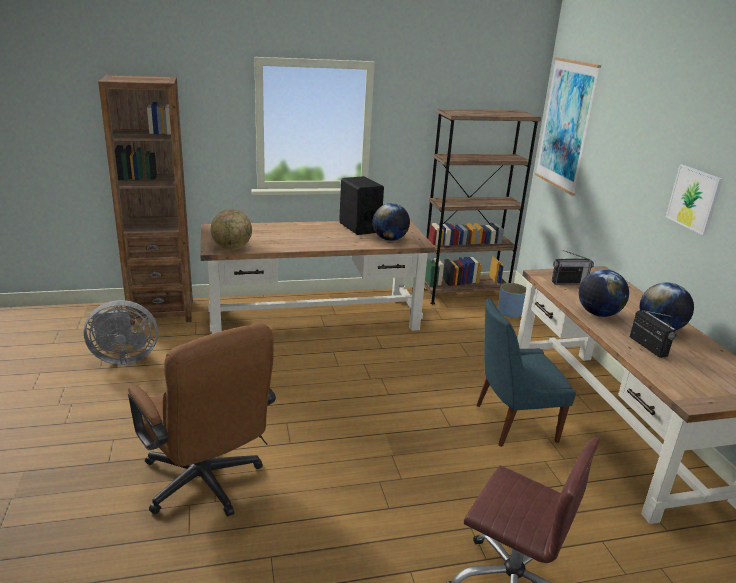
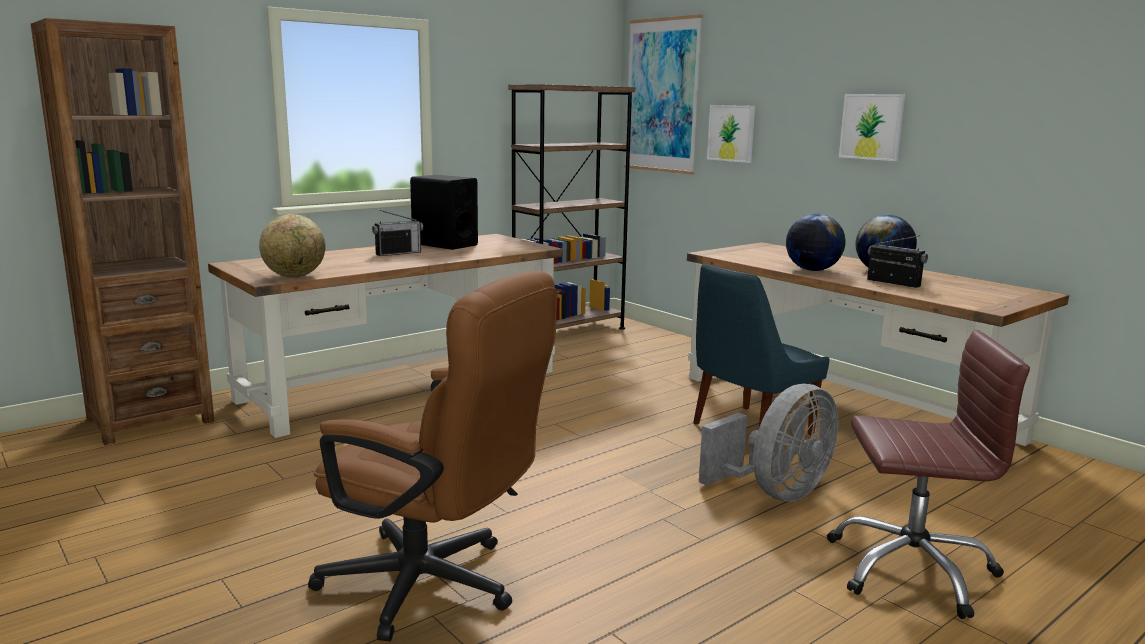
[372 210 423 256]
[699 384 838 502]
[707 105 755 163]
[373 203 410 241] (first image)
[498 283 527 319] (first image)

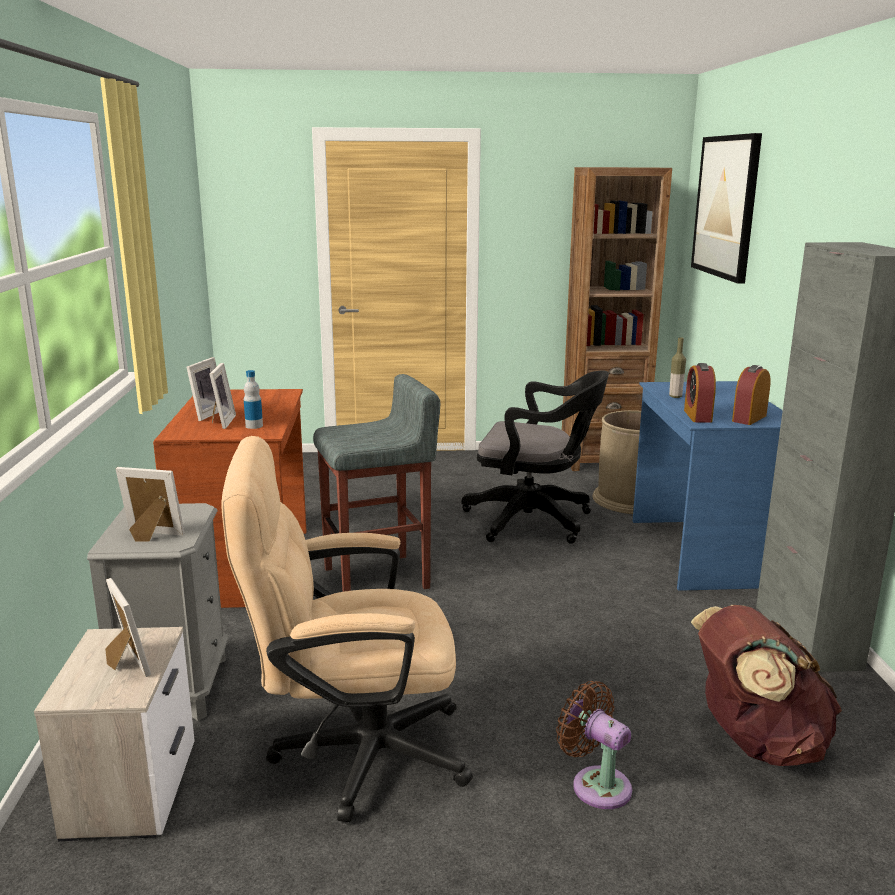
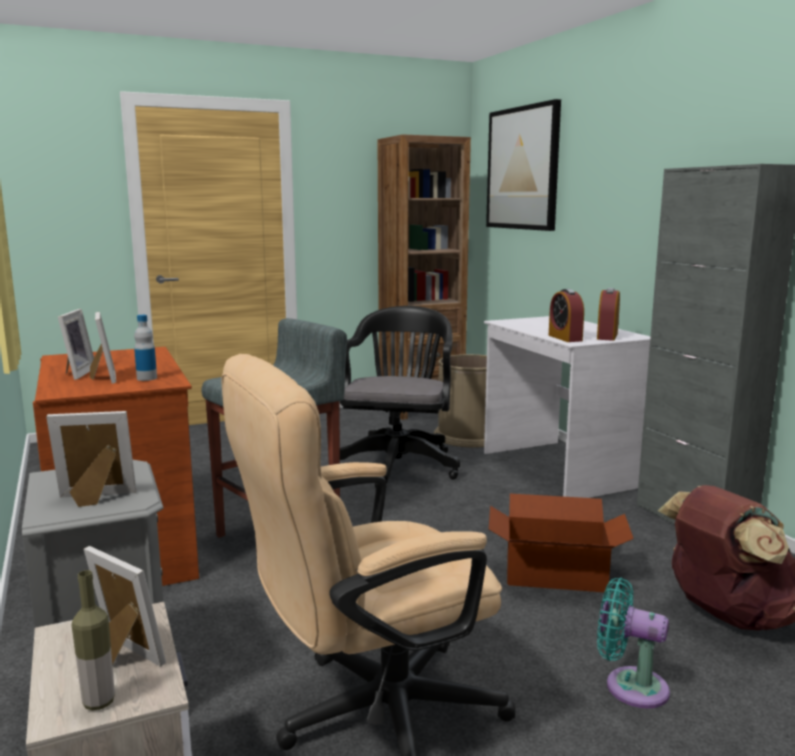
[72 570 115 710]
[340 306 460 488]
[484 316 651 498]
[489 494 634 593]
[597 578 670 709]

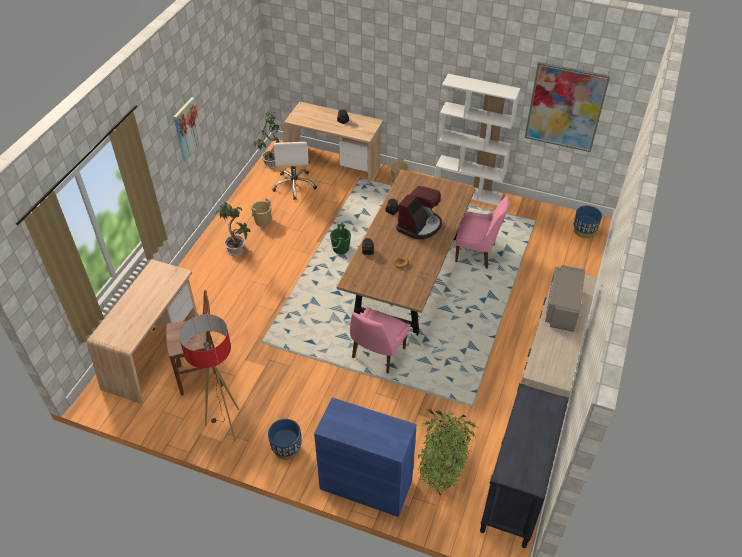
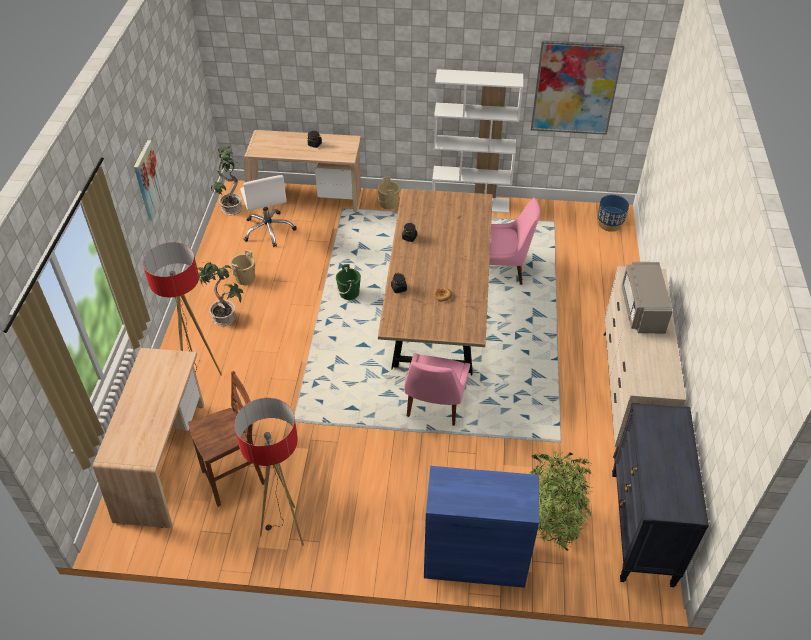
[143 242 222 376]
[268 419 301 460] (first image)
[396 186 442 239] (first image)

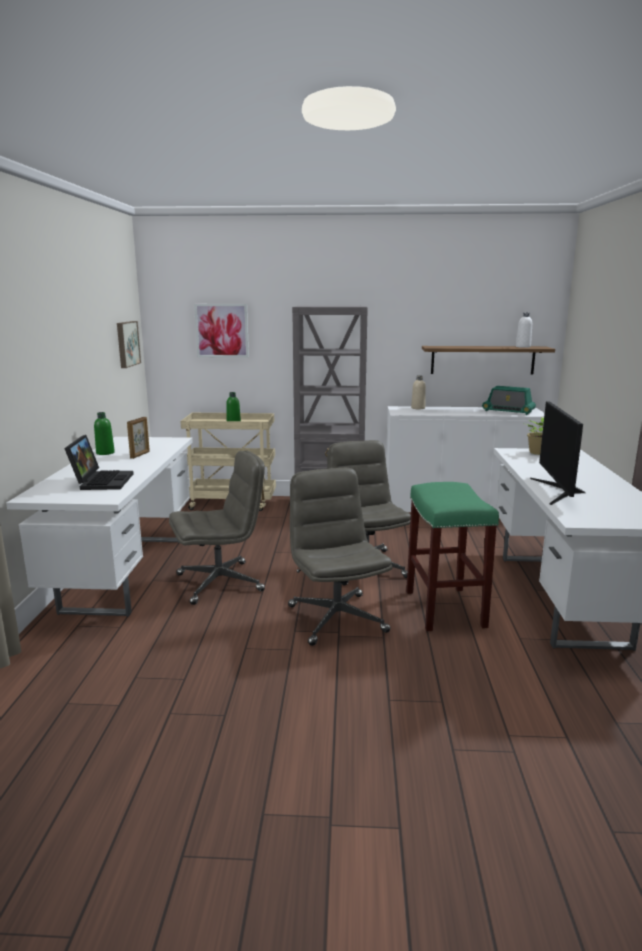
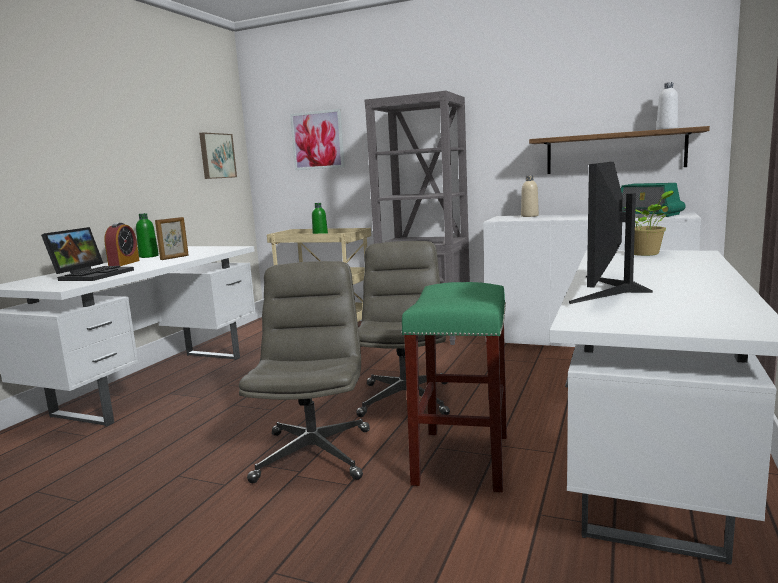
[104 223 140 266]
[169 451 265 605] (first image)

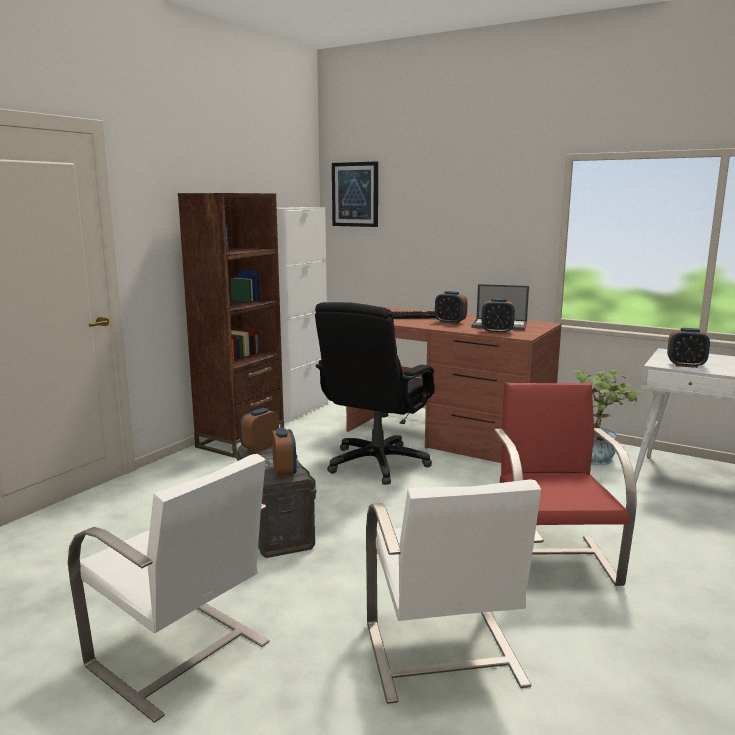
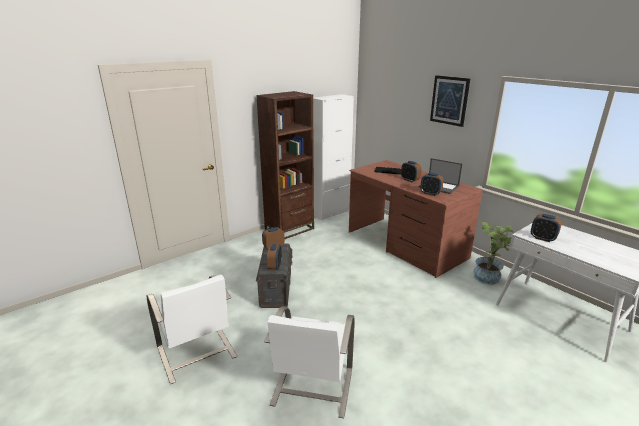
[430 75 470 127]
[315 302 435 485] (first image)
[494 383 637 586] (first image)

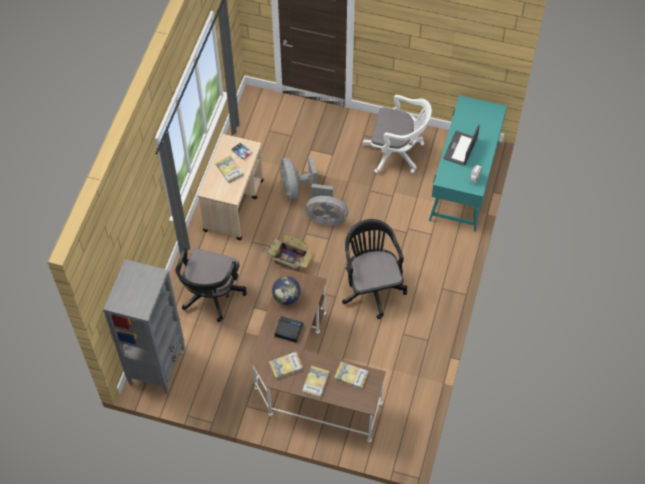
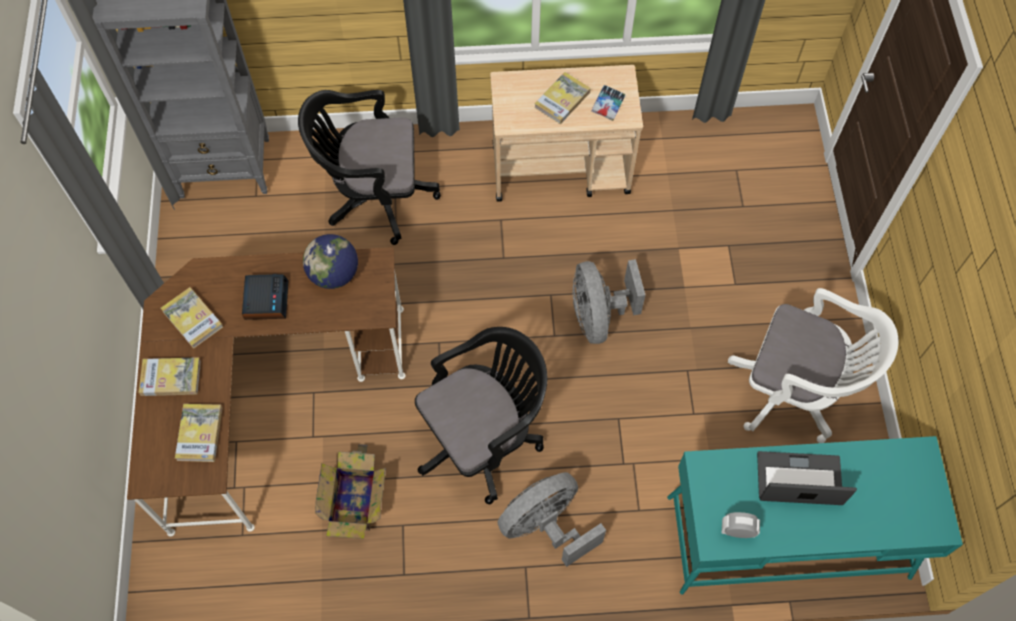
[315 444 386 539]
[497 472 606 567]
[728 288 899 443]

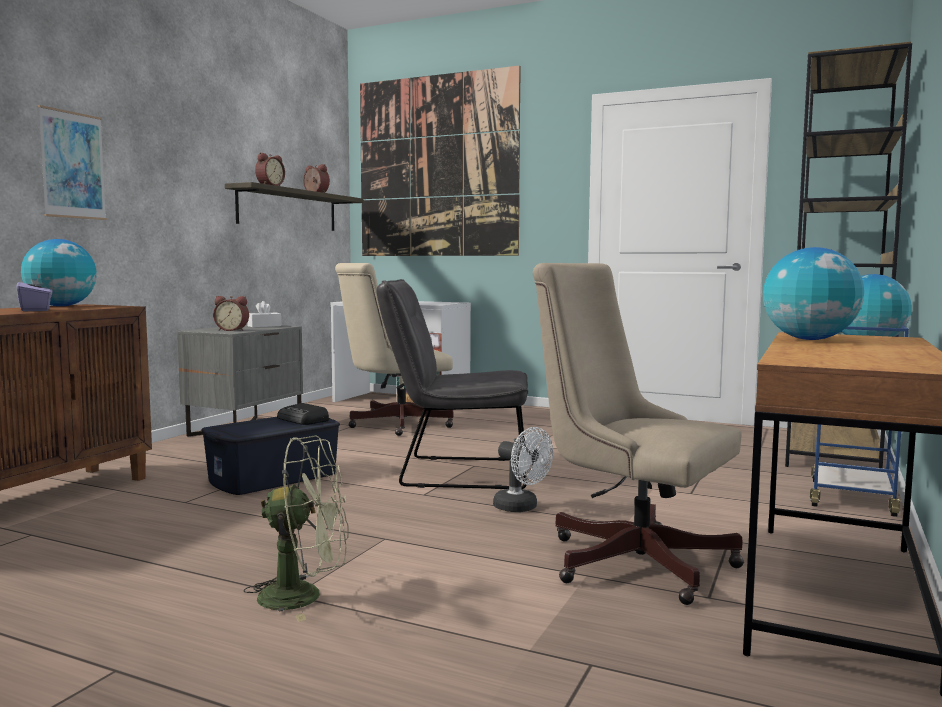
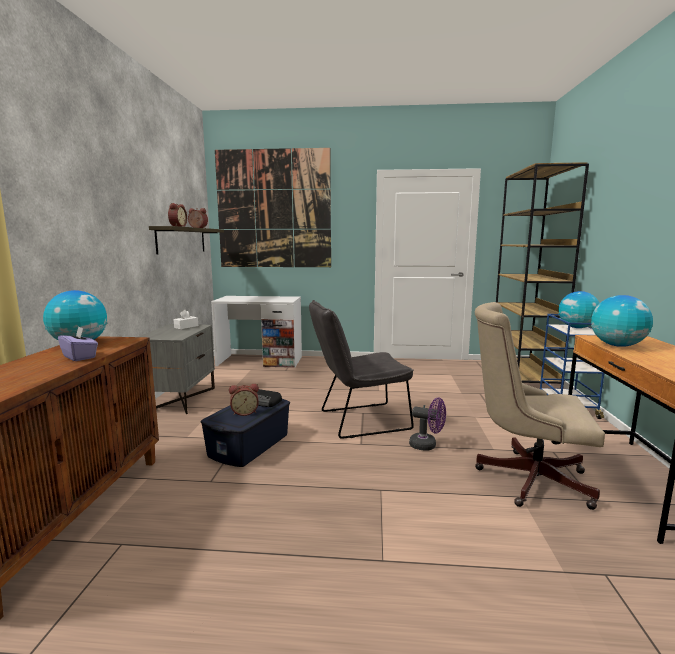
[229 384 259 416]
[409 398 446 451]
[38 105 107 220] (first image)
[243 435 349 622] (first image)
[335 263 454 436] (first image)

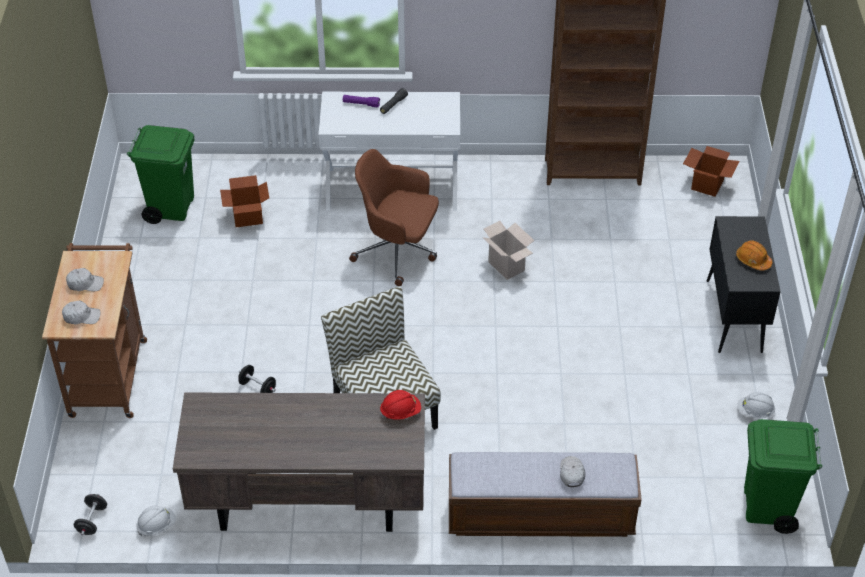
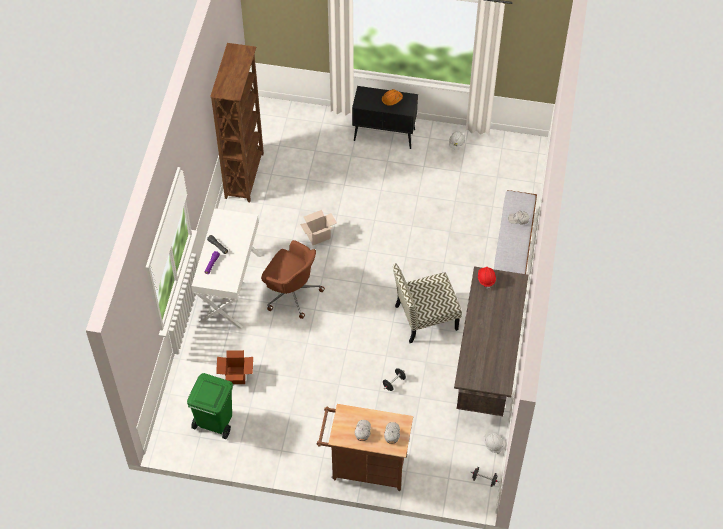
[261 240 325 319]
[683 146 740 197] (first image)
[744 419 822 534] (first image)

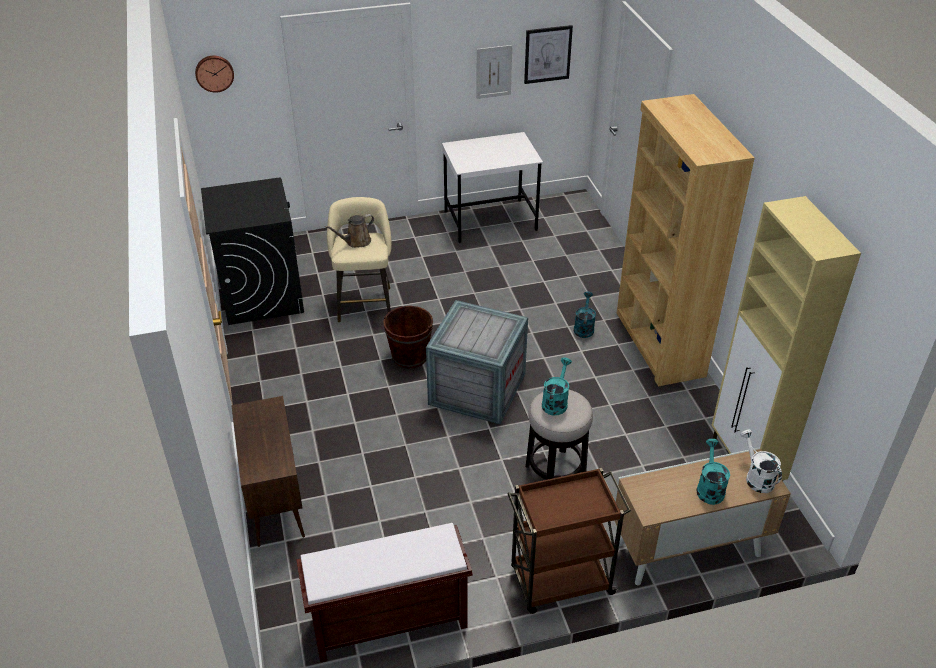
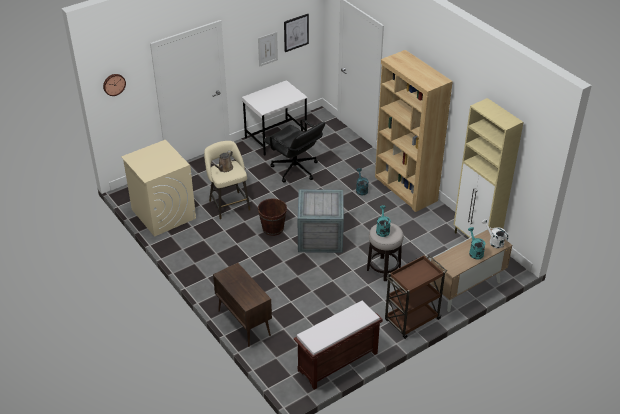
[121 140 196 237]
[264 119 325 183]

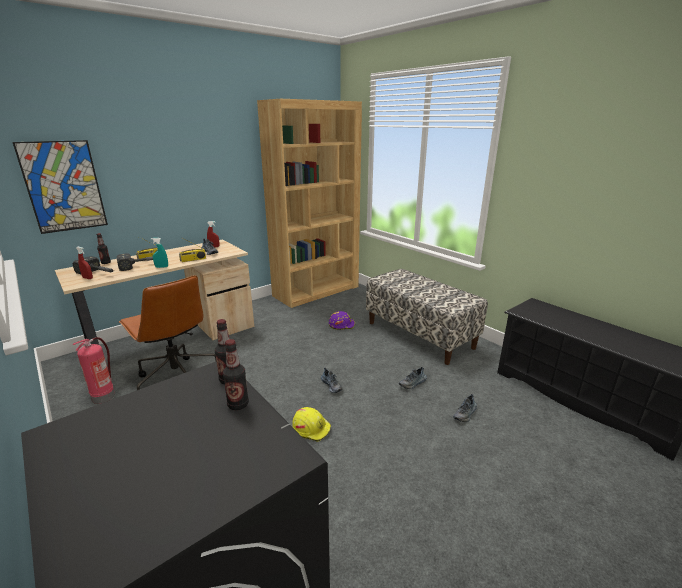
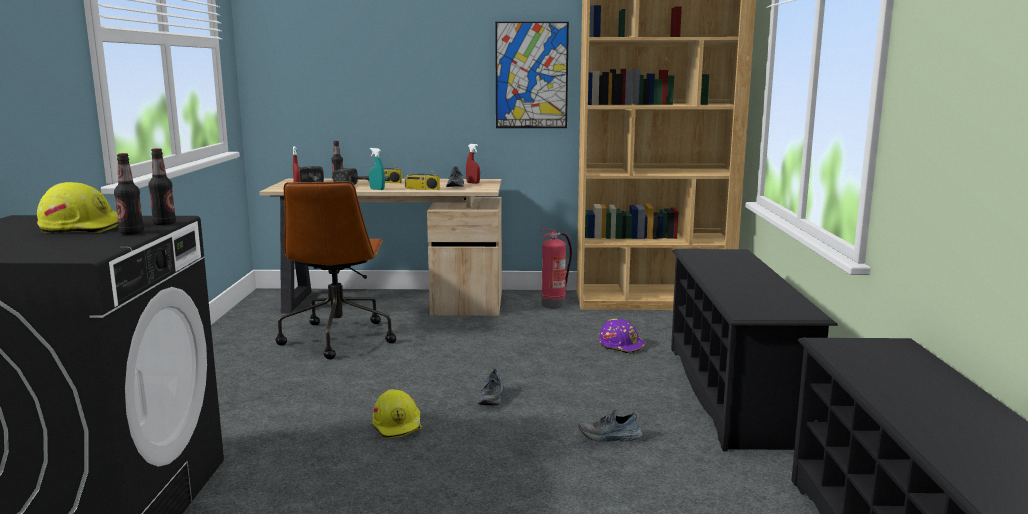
[37 182 118 233]
[495 22 569 128]
[541 229 572 308]
[671 249 838 451]
[453 394 477 422] (first image)

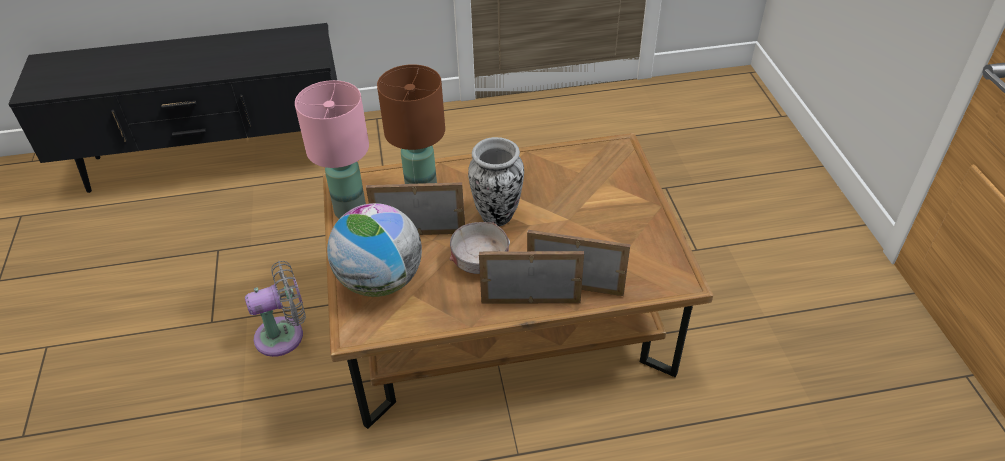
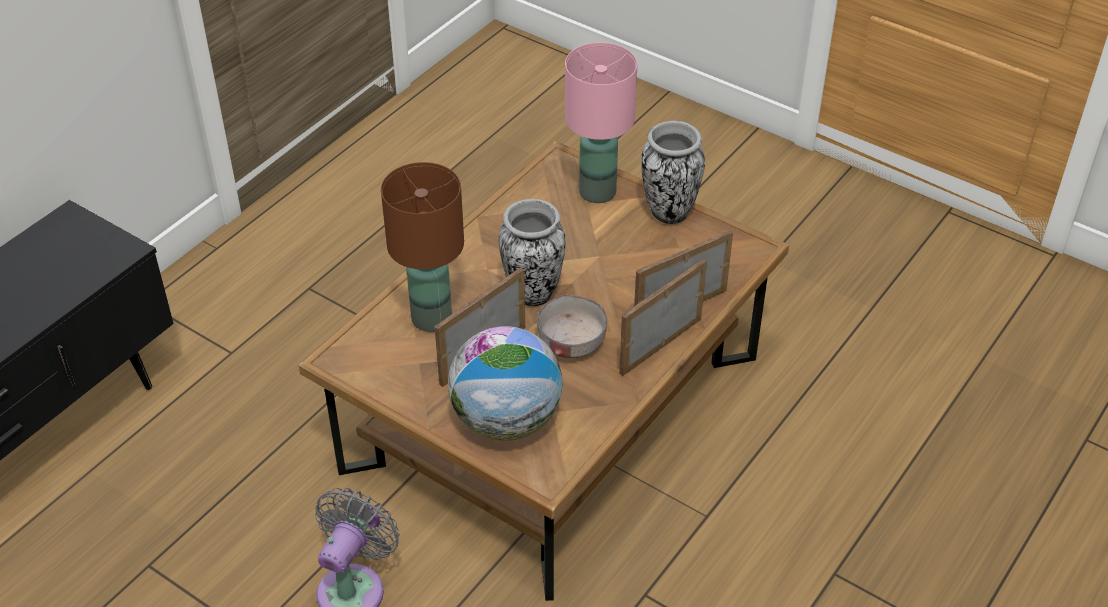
[565 42 637 203]
[641 121 705 224]

